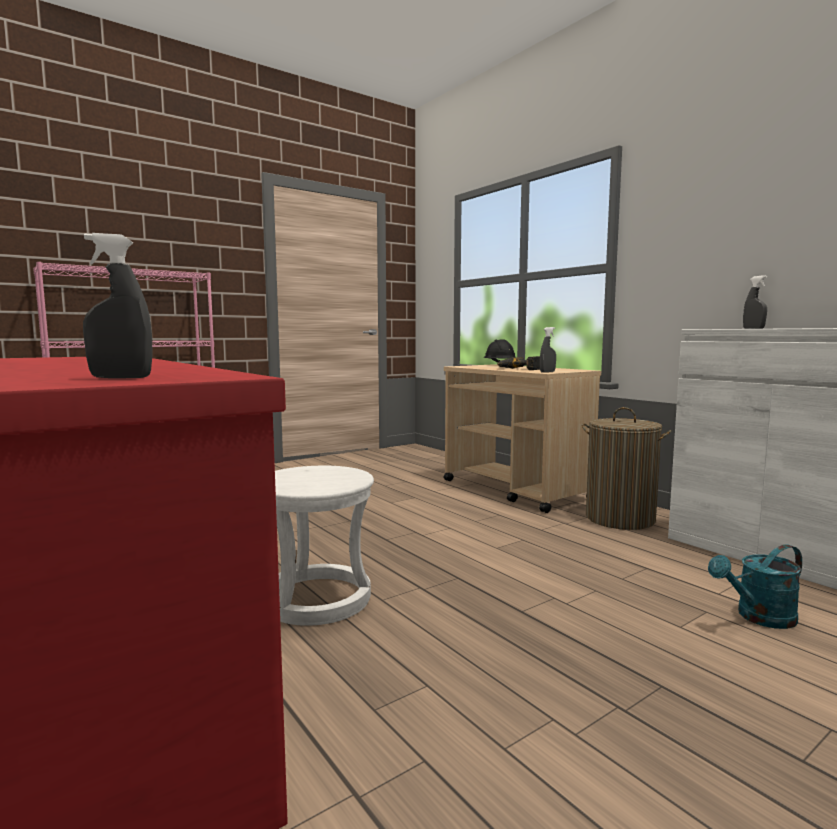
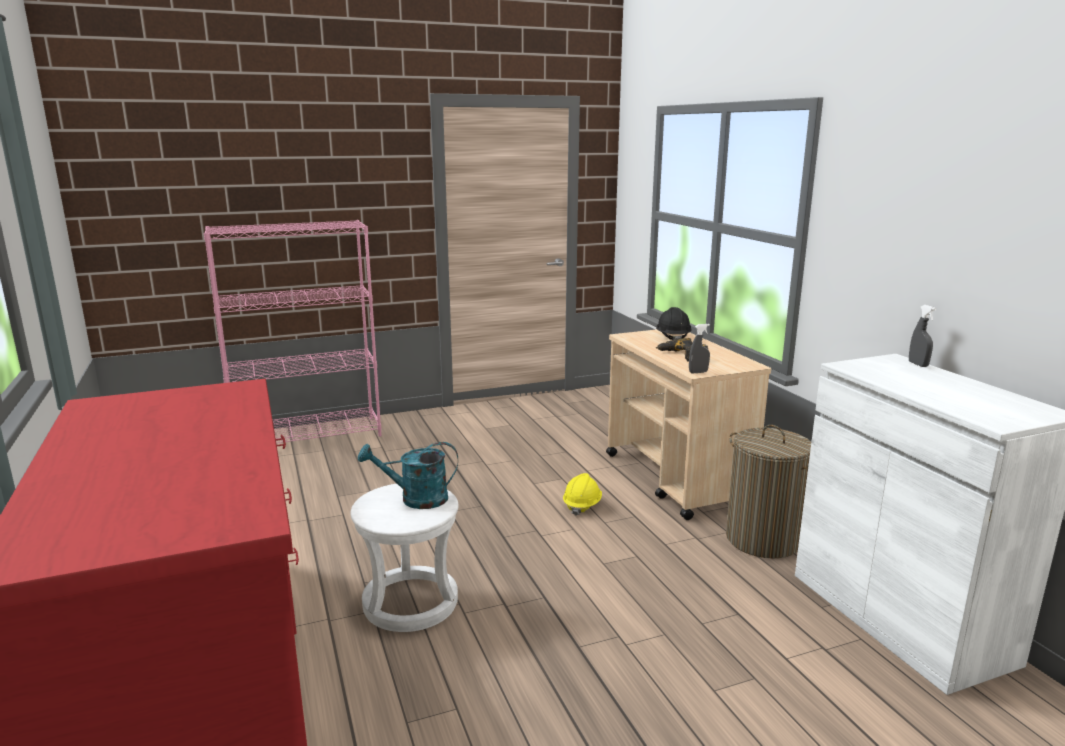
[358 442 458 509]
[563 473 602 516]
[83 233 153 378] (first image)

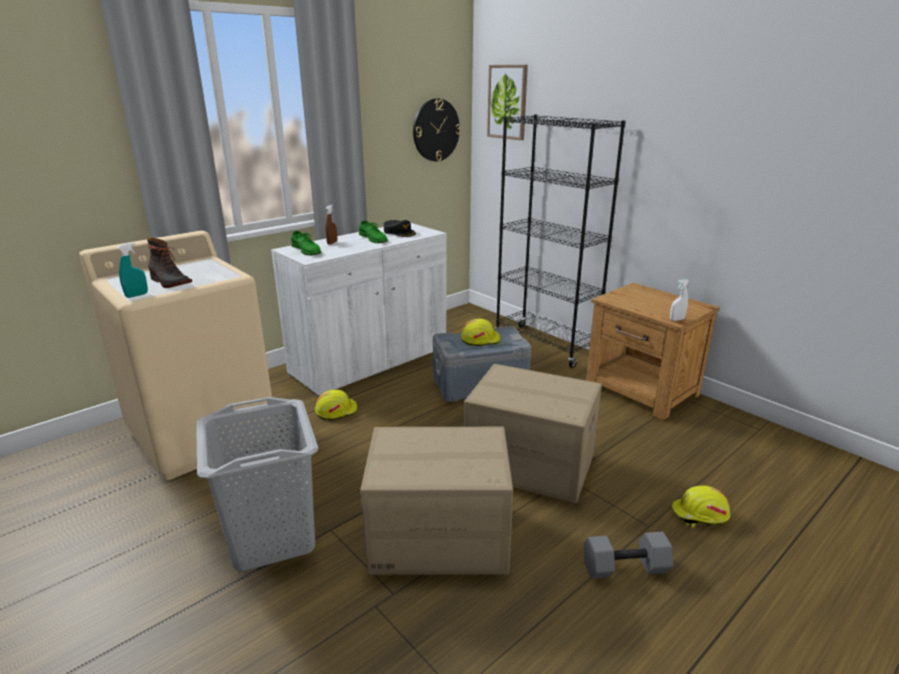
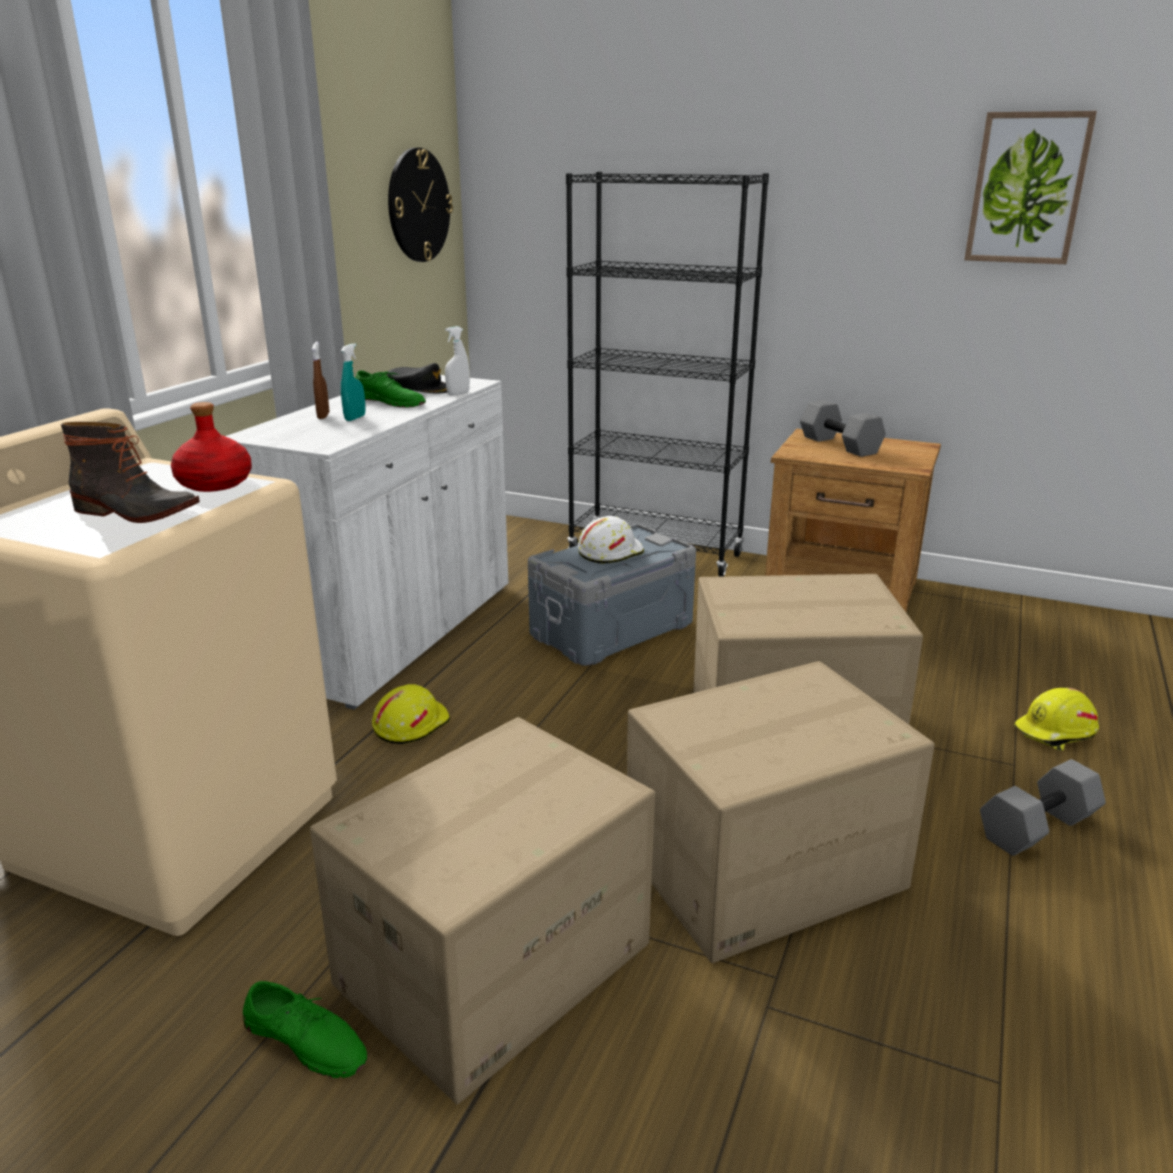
[171 402 252 492]
[243 981 367 1078]
[310 717 655 1104]
[341 343 365 421]
[445 326 470 395]
[578 516 644 564]
[800 400 886 457]
[964 111 1097 264]

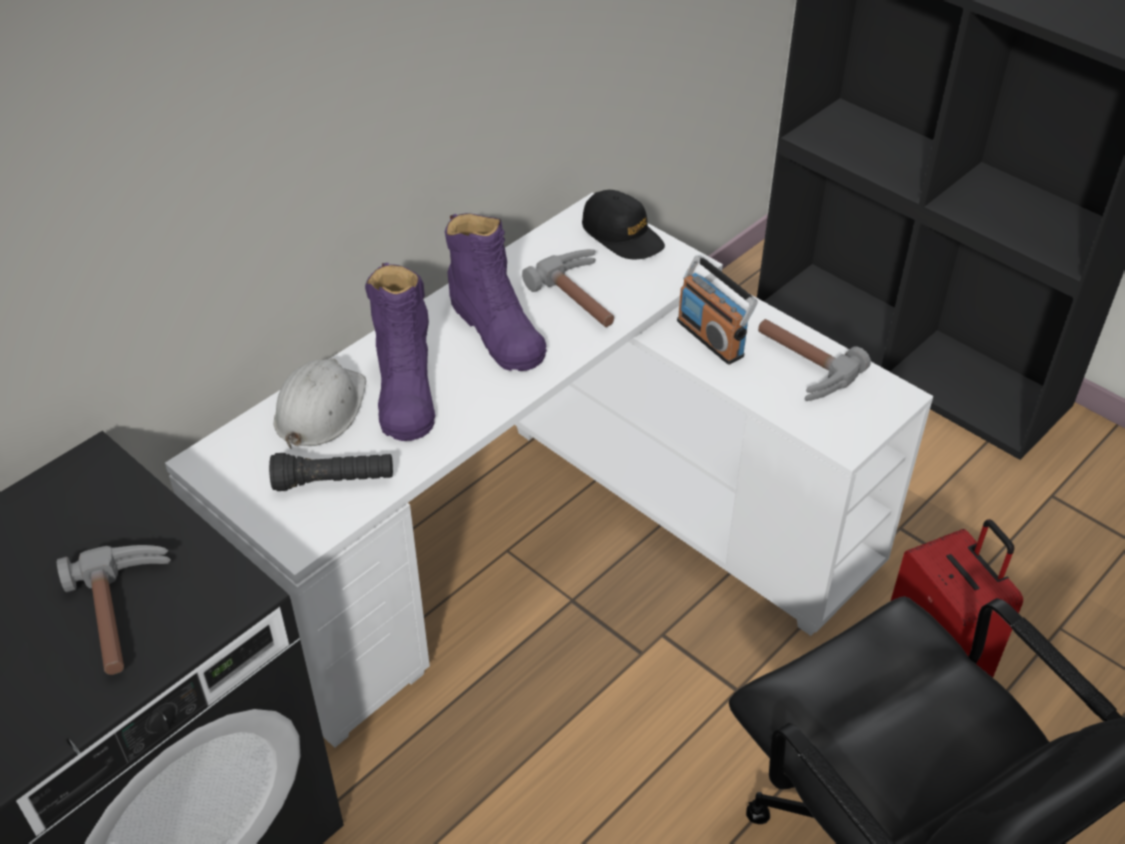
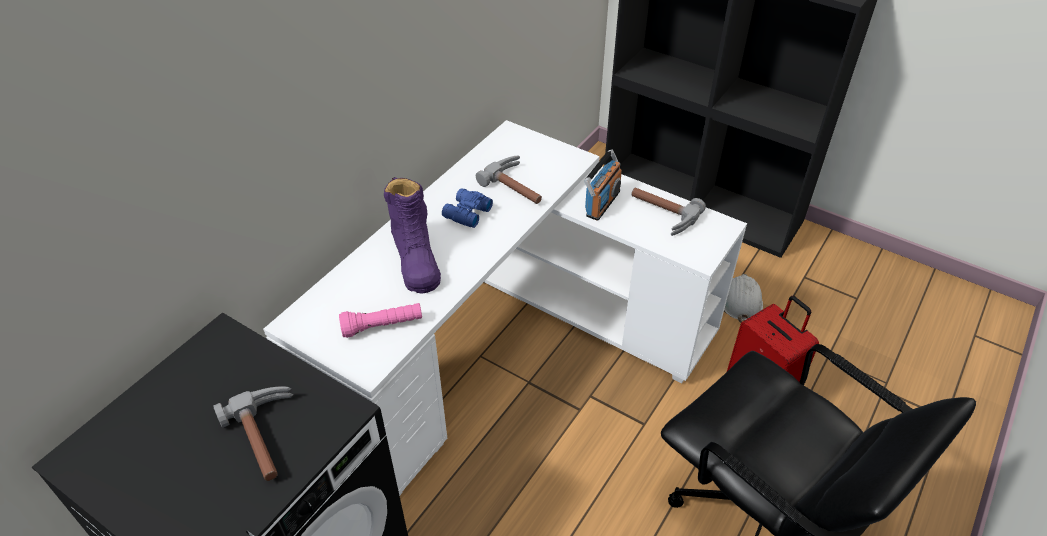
[339 303 422 338]
[442 188 493 228]
[584 150 622 221]
[724 274 763 323]
[582 190 665 259] (first image)

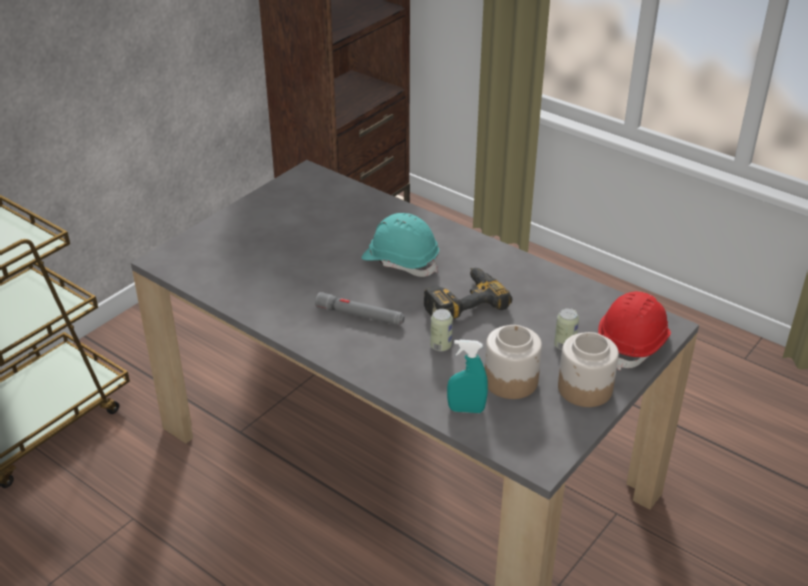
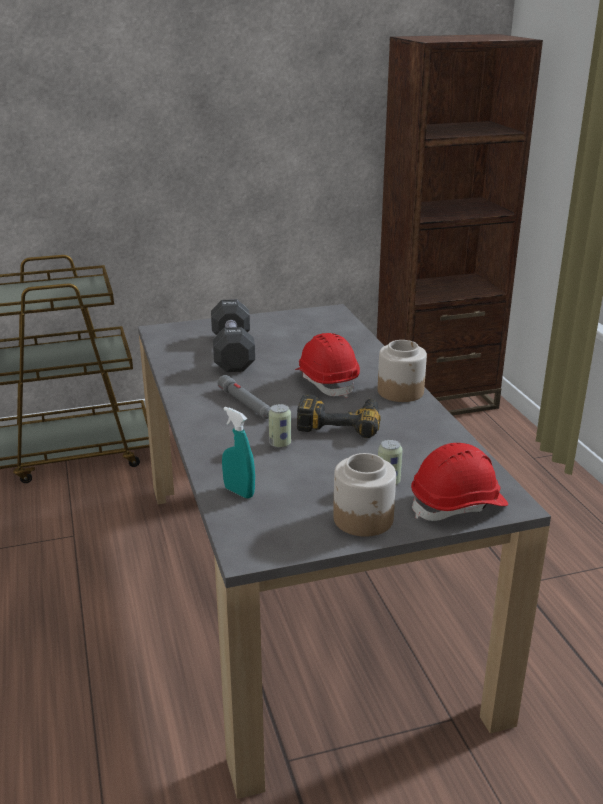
[211 299 255 372]
[295 333 360 398]
[378 340 427 402]

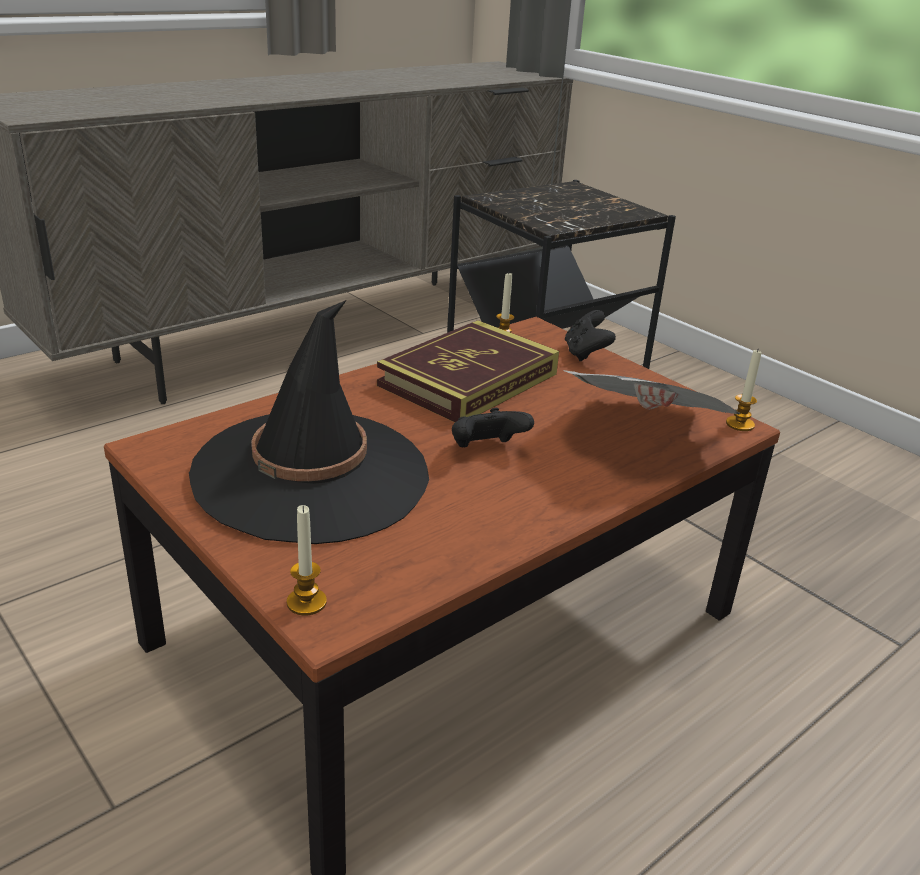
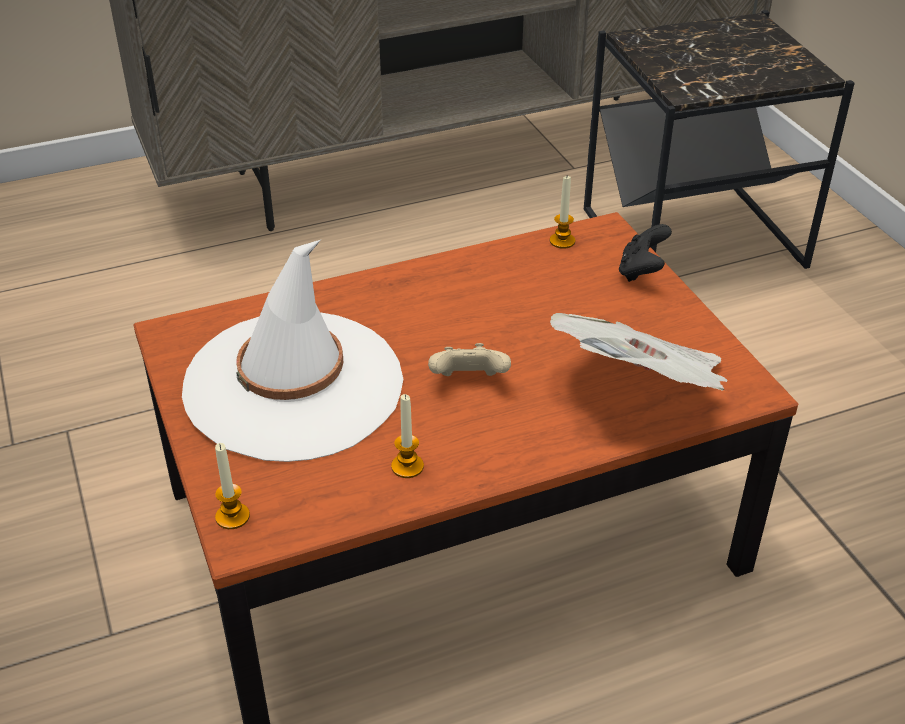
[182 240 403 462]
[391 394 424 478]
[428 343 511 376]
[377 320 559 422] (first image)

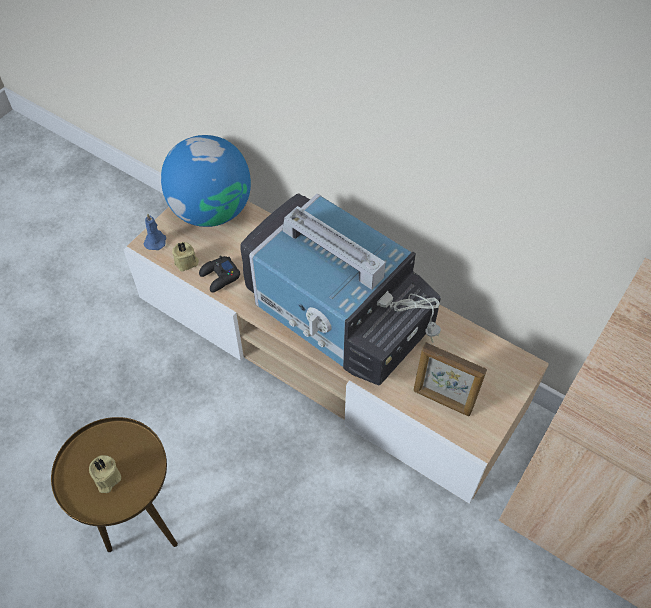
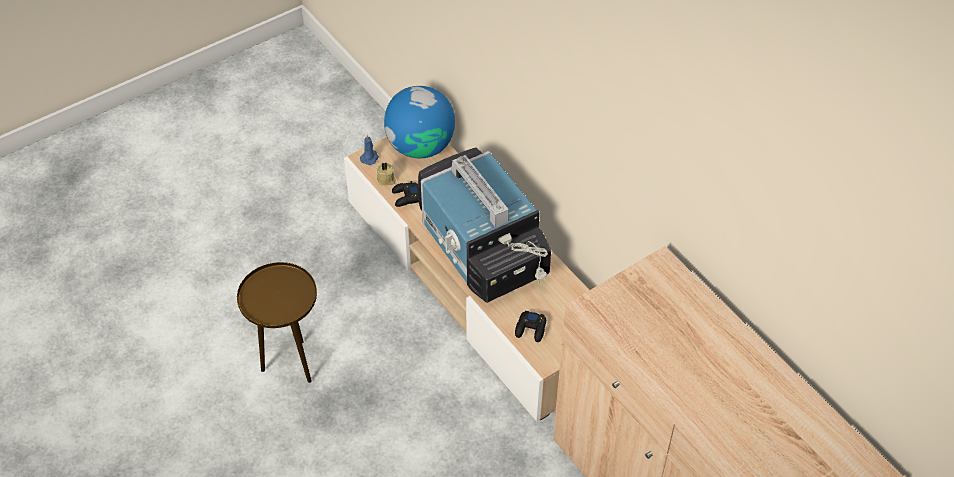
[515 311 546 342]
[89 455 121 493] (first image)

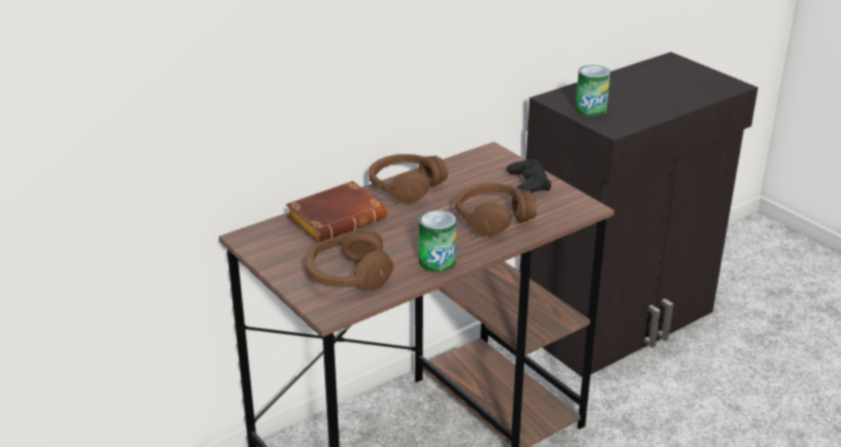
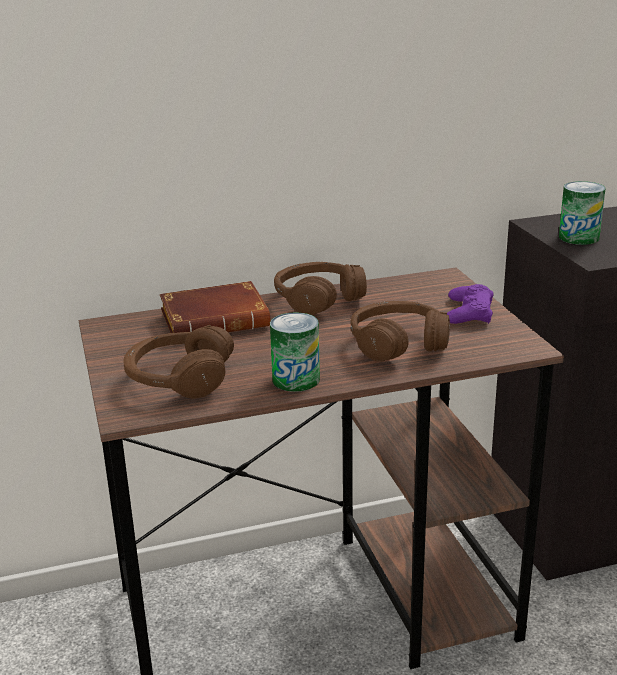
[447 284 494 324]

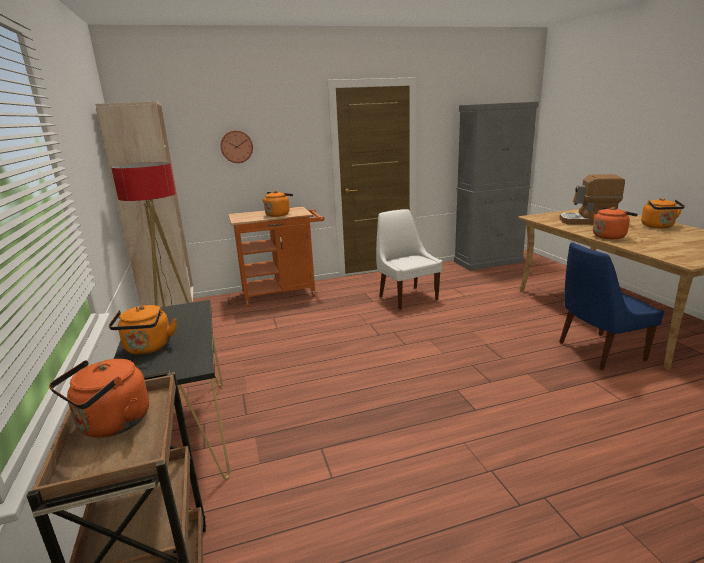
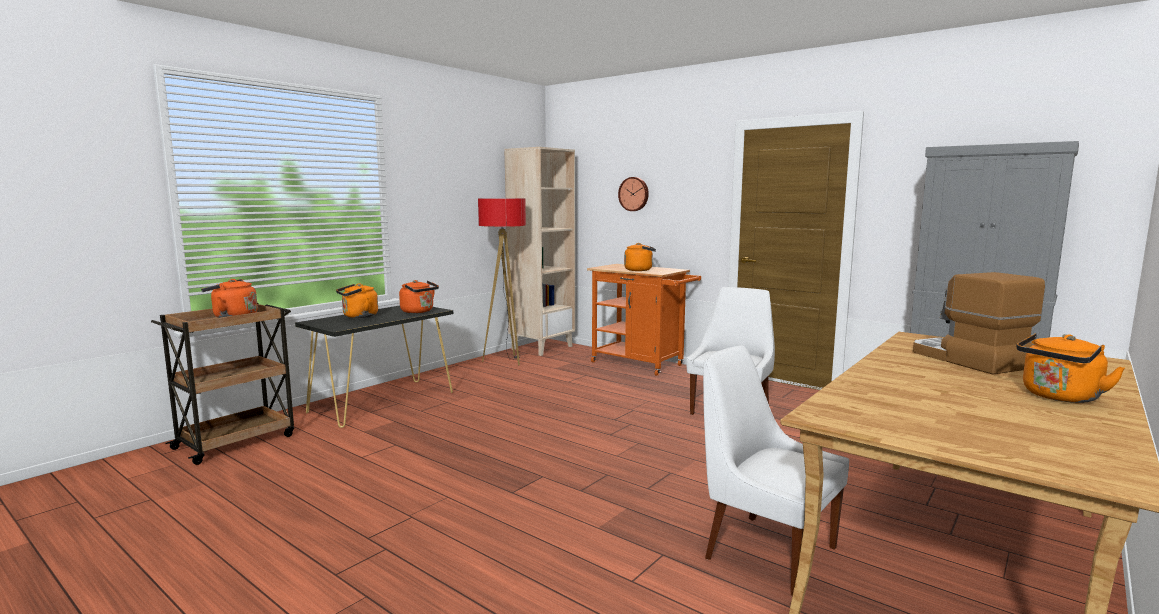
[399 280 439 313]
[703 346 849 596]

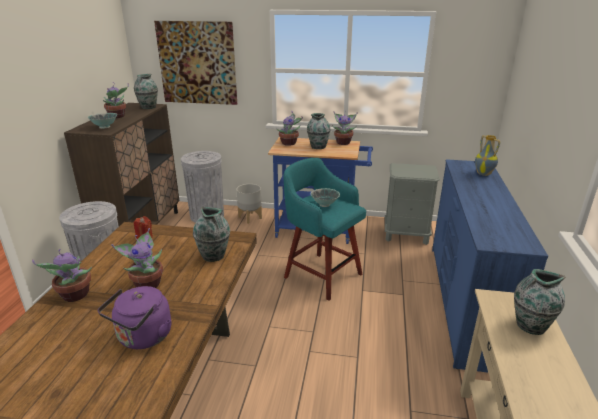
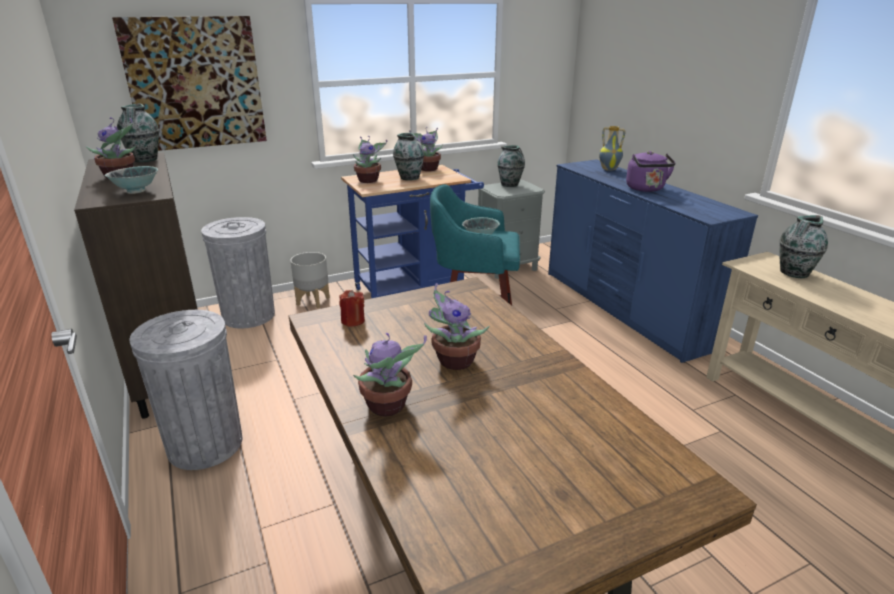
[497 145 525 187]
[626 151 676 192]

